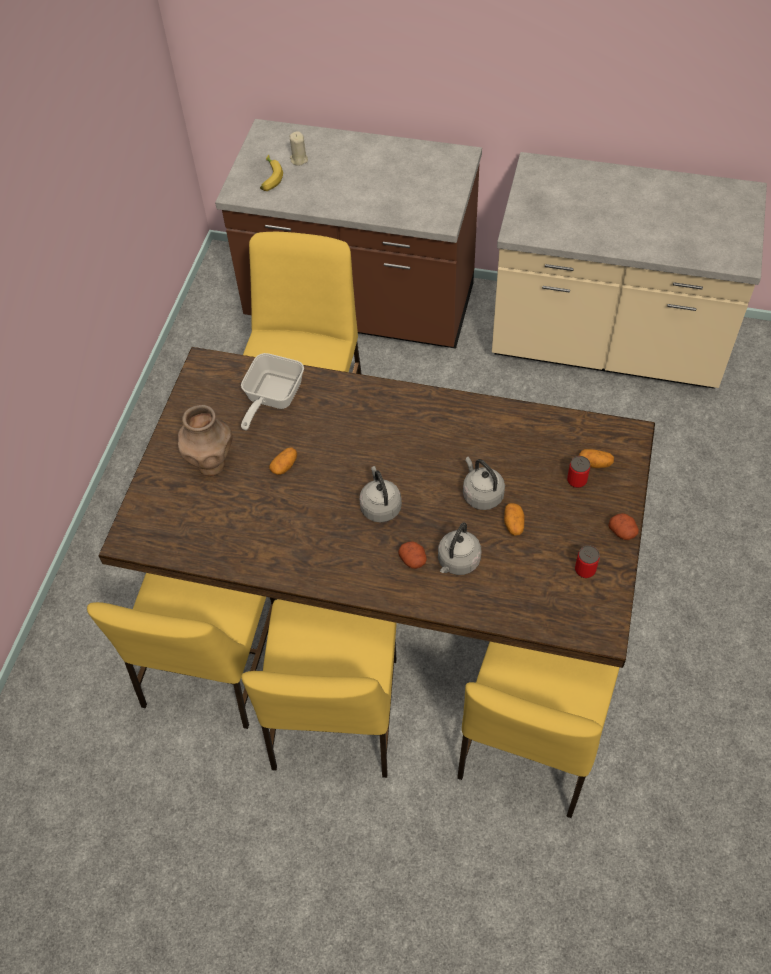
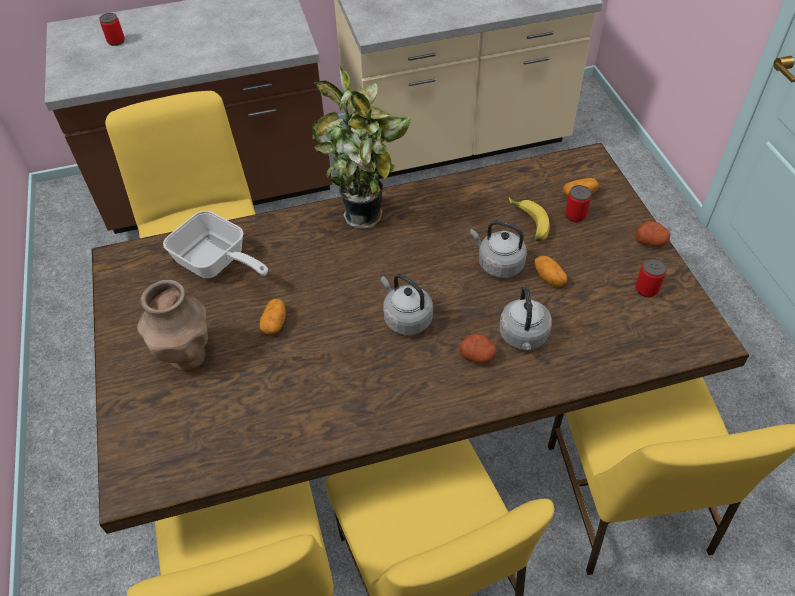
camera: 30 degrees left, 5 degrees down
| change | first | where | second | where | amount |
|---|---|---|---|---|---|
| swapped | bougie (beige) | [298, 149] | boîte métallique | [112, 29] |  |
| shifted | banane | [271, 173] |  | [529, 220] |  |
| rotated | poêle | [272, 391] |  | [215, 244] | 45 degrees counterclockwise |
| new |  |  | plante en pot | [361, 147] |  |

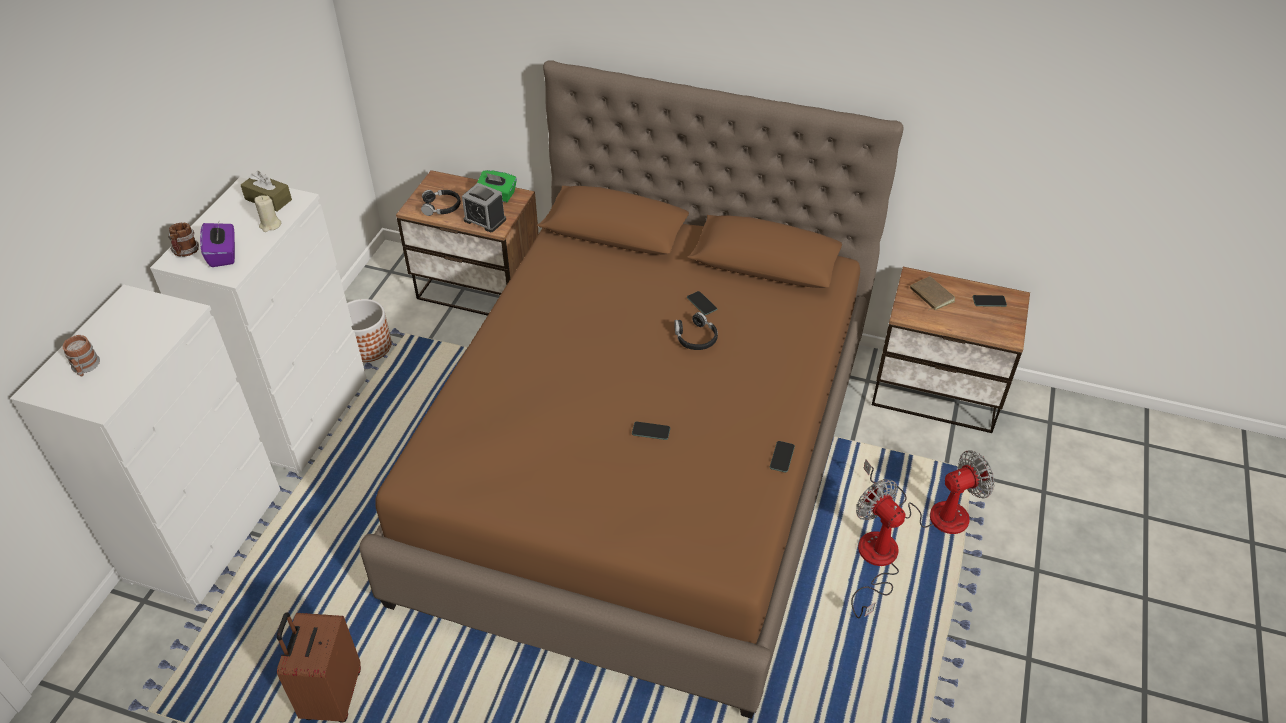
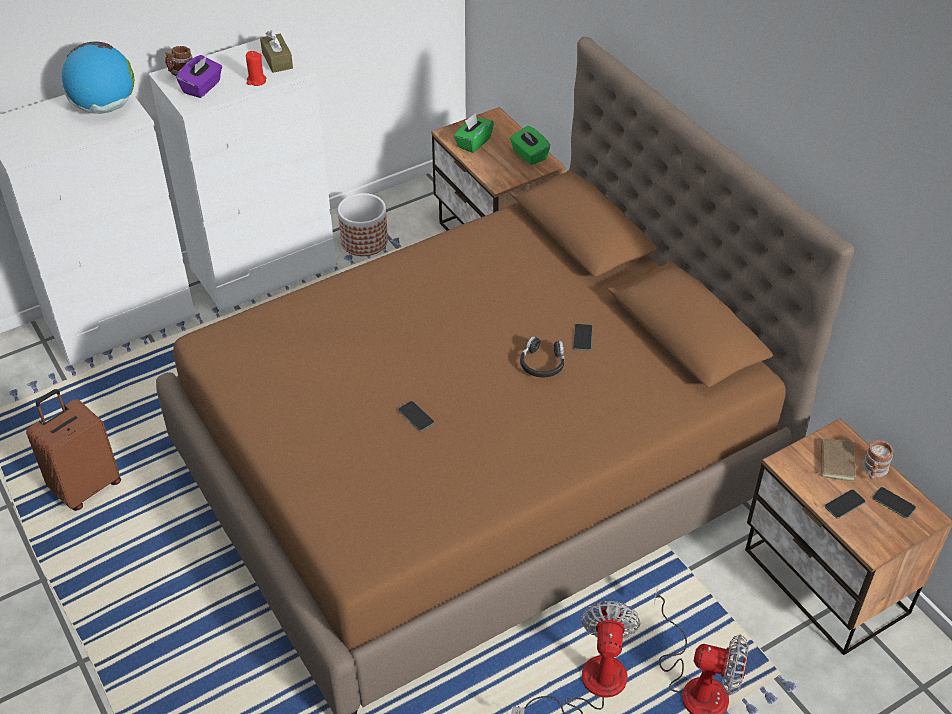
camera: 40 degrees right, 0 degrees up
| change | first | where | second | where | amount |
|---|---|---|---|---|---|
| gone | réveil | [484, 207] |  |  |  |
| swapped | casque audio (noir) | [441, 203] | boîte à mouchoirs (vert) | [474, 133] |  |
| repainted | bougie (beige) | [267, 213] | bougie (rouge) | [256, 68] |  |
| shifted | mug | [81, 355] |  | [877, 459] |  |
| shifted | téléphone | [782, 457] |  | [845, 504] |  |
| new |  |  | globe | [98, 78] |  |

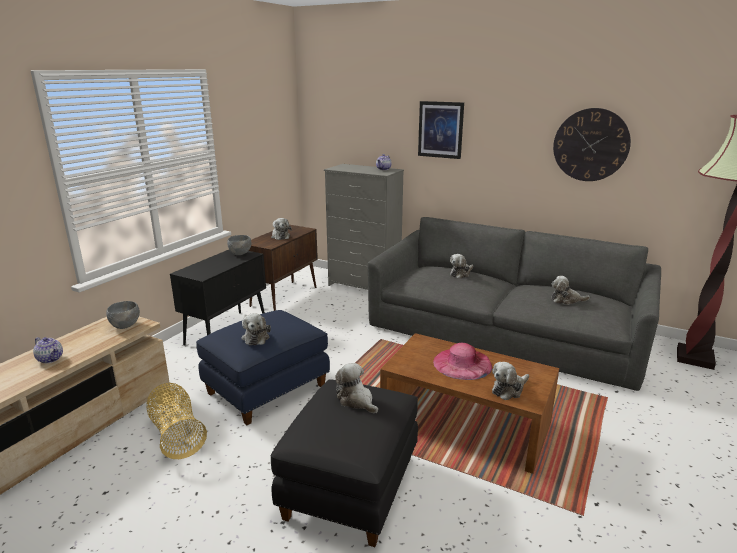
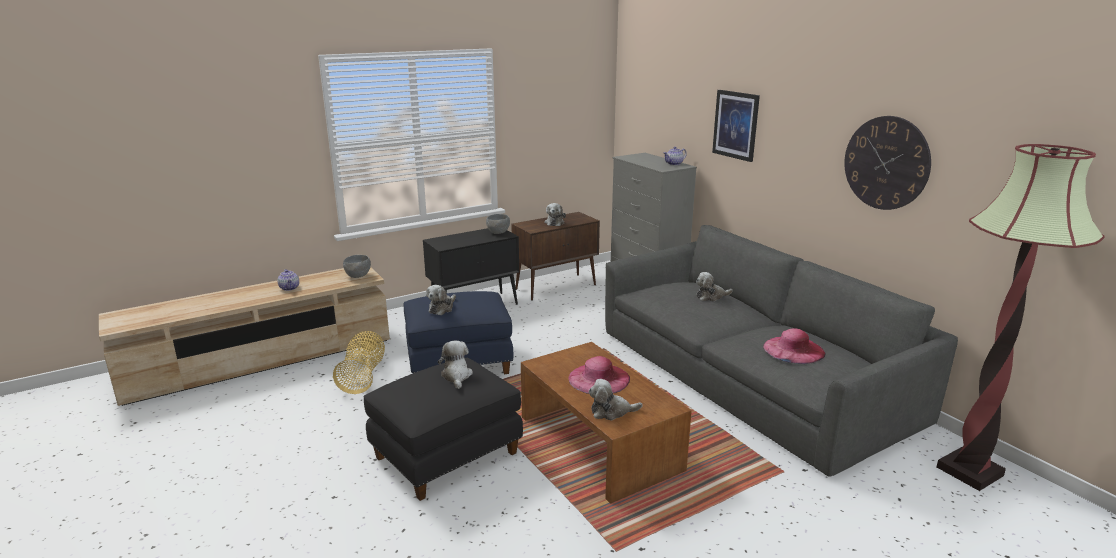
camera: 30 degrees right, 0 degrees up
| change | first | where | second | where | amount |
|---|---|---|---|---|---|
| swapped | peluche | [570, 290] | chapeau (rose) | [794, 346] |  |

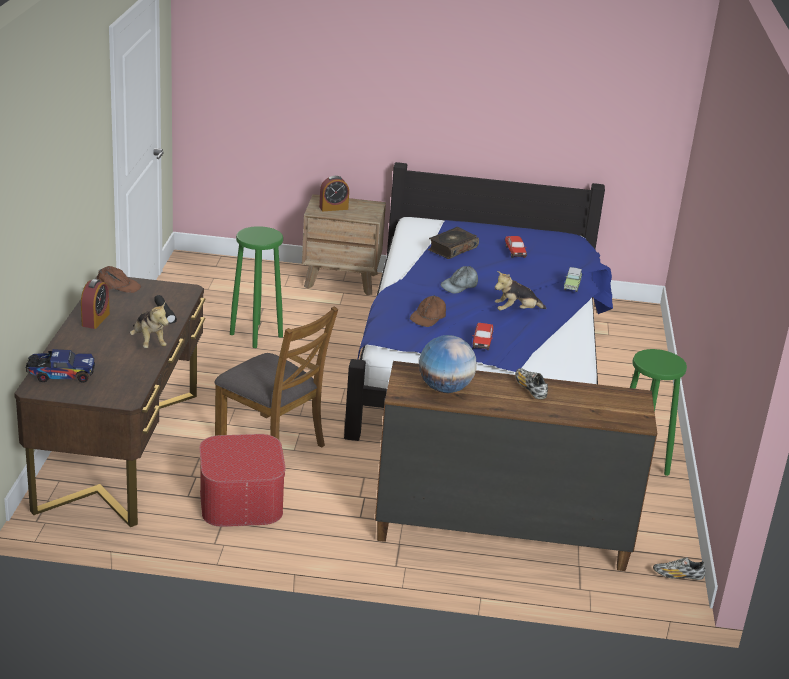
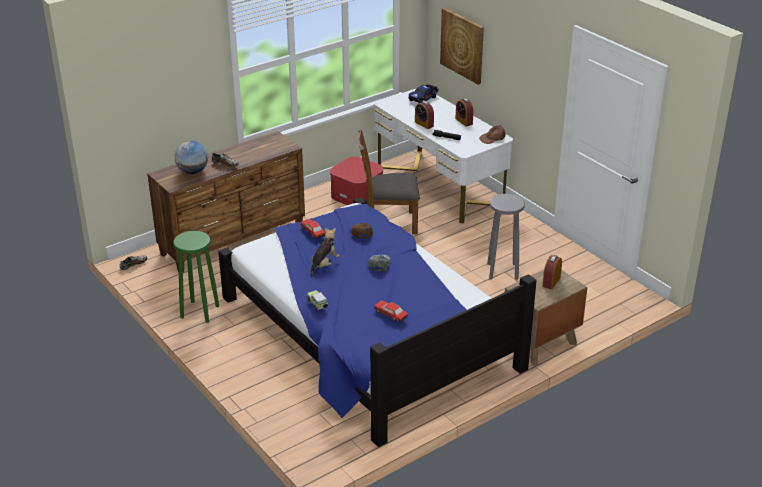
camera: 140 degrees right, 5 degrees up
| change | first | where | second | where | amount |
|---|---|---|---|---|---|
| repainted | tabouret (vert) | [256, 287] | tabouret (gris) | [506, 237] |  |
| gone | livre | [453, 243] |  |  |  |
| repainted | bureau (marron) | [110, 402] | bureau (blanc) | [443, 155] |  |
| swapped | peluche | [149, 325] | réveil | [424, 115] |  |
| shifted | globe | [448, 364] |  | [191, 157] |  |
| new |  |  | tableau | [462, 46] |  |

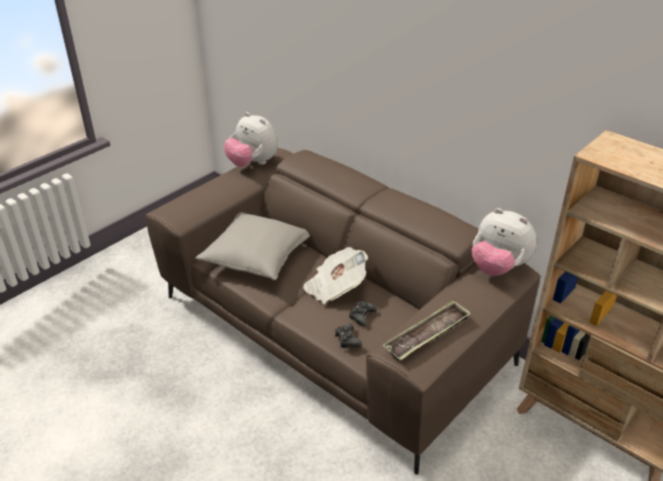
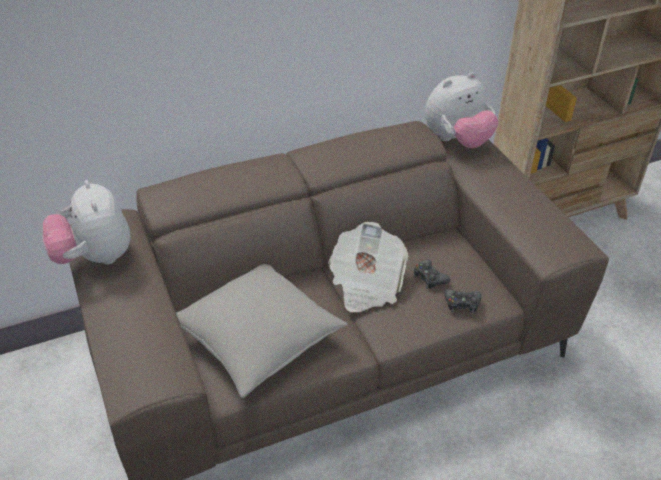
camera: 65 degrees left, 5 degrees up
| change | first | where | second | where | amount |
|---|---|---|---|---|---|
| rotated | peluche | [251, 139] |  | [86, 222] | 90 degrees clockwise |
| gone | plateau | [427, 330] |  |  |  |

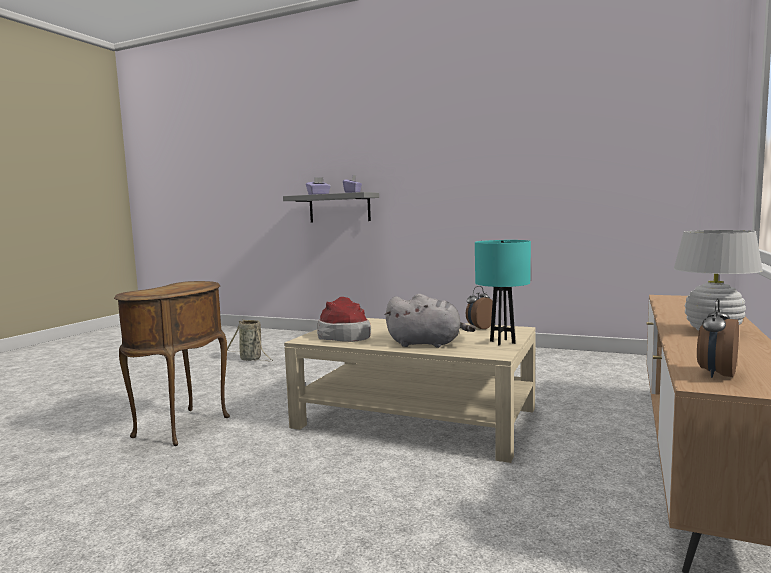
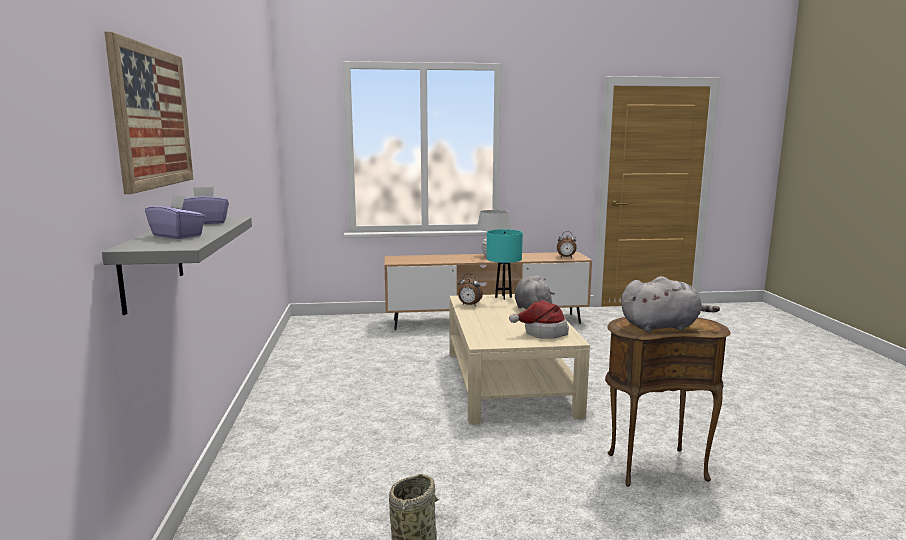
camera: 120 degrees left, 5 degrees up
| change | first | where | second | where | amount |
|---|---|---|---|---|---|
| new |  |  | tableau | [148, 113] |  |
| new |  |  | peluche (gris) | [670, 304] |  |

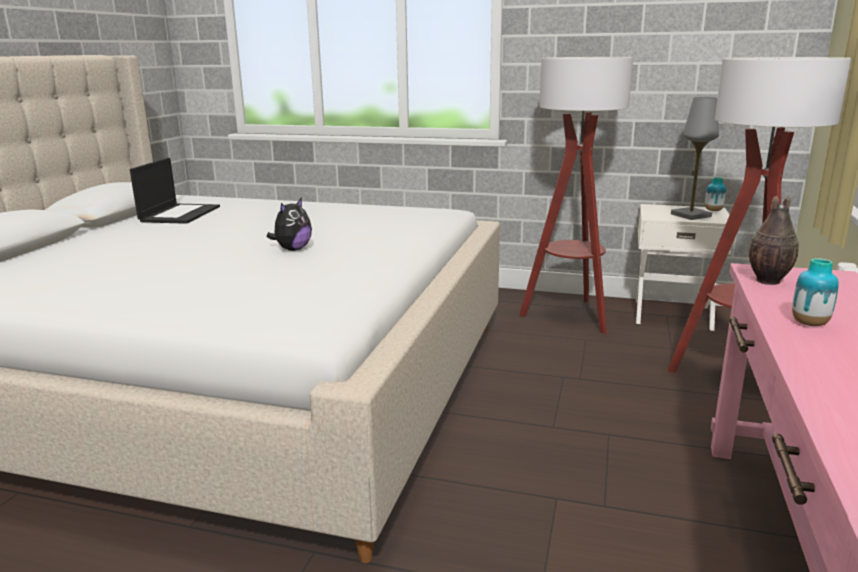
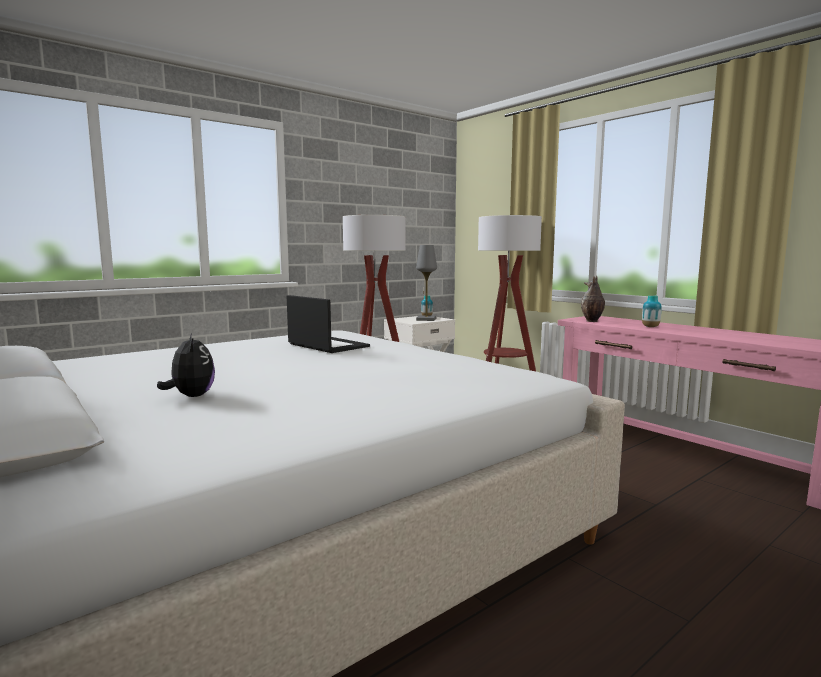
camera: 55 degrees left, 10 degrees down
| change | first | where | second | where | amount |
|---|---|---|---|---|---|
| shifted | ordinateur portable | [175, 191] |  | [328, 324] |  |
| shifted | peluche | [289, 224] |  | [186, 365] |  |

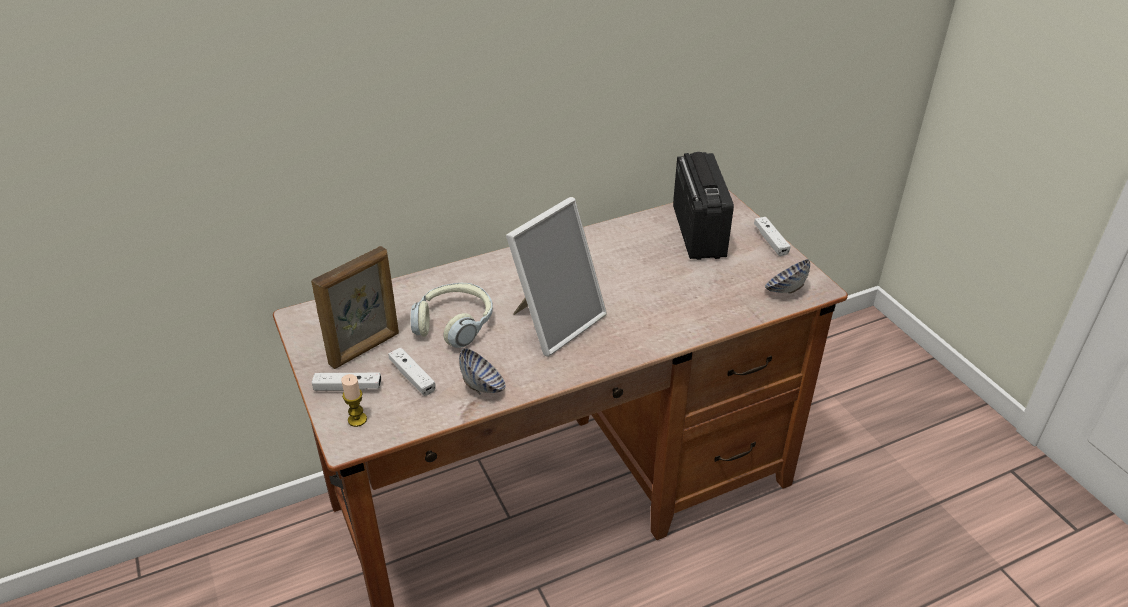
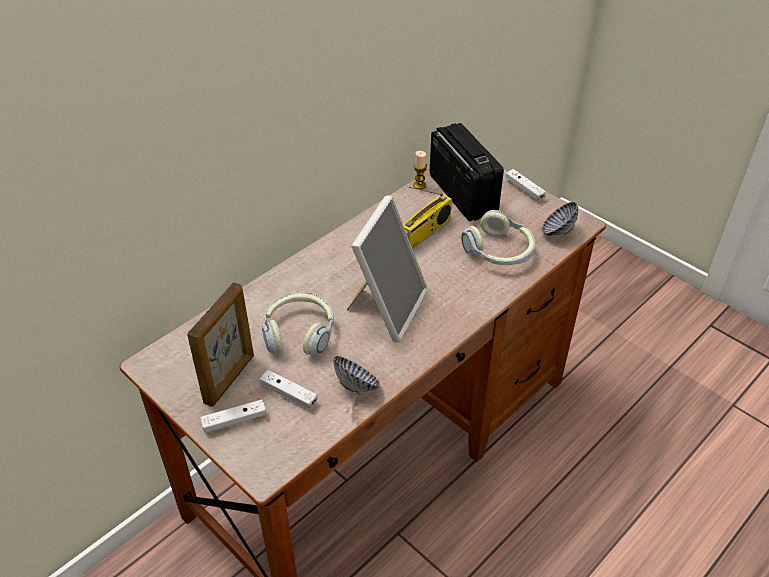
camera: 20 degrees left, 5 degrees up
| change | first | where | second | where | amount |
|---|---|---|---|---|---|
| shifted | bougie | [354, 400] |  | [420, 170] |  |
| new |  |  | radio | [427, 218] |  |
| new |  |  | casque audio | [498, 237] |  |

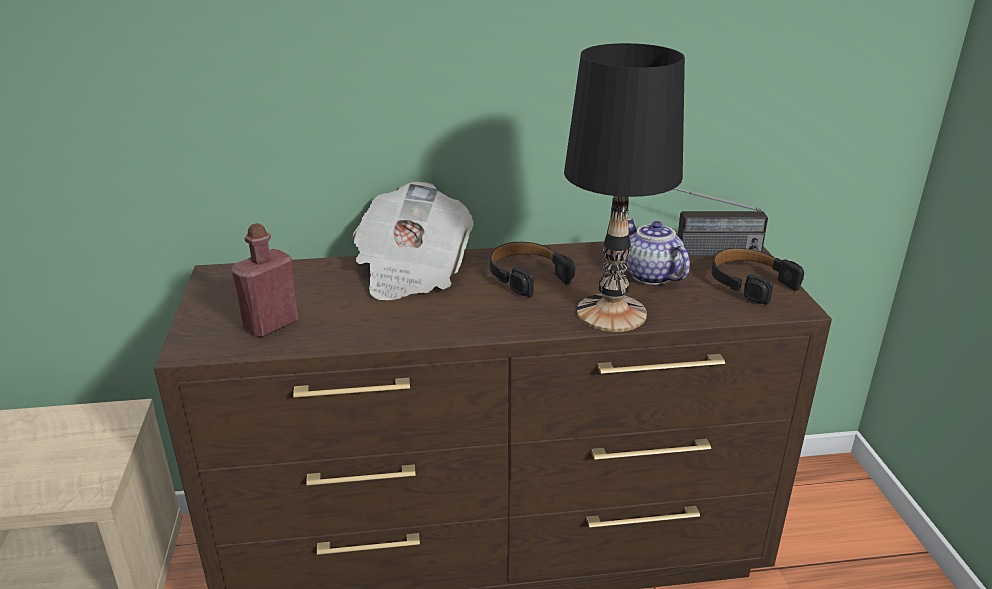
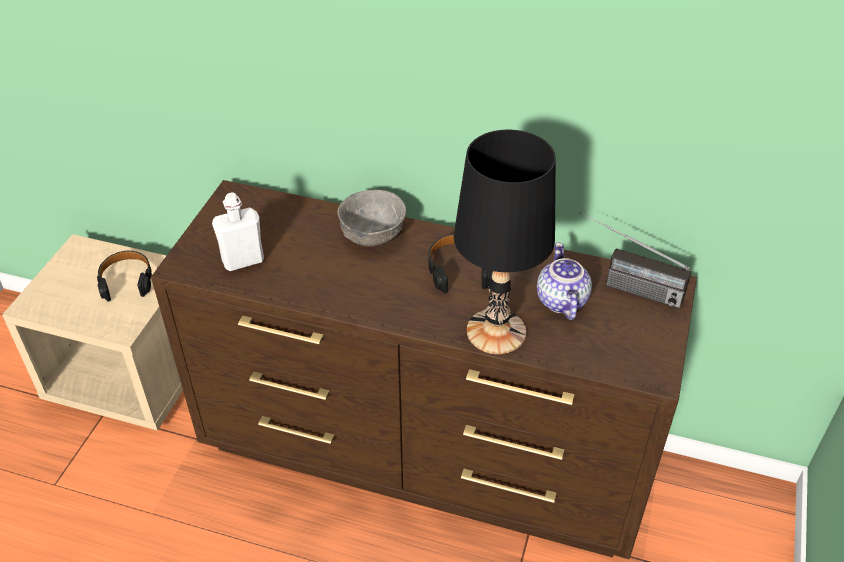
camera: 25 degrees right, 15 degrees up
| change | first | where | second | where | amount |
|---|---|---|---|---|---|
| swapped | journal | [413, 241] | bol (gris) | [371, 218] |  |
| repainted | bouteille (rouge) | [264, 280] | bouteille (blanc) | [238, 231] |  |
| shifted | casque audio (noir) | [757, 276] |  | [124, 276] |  |

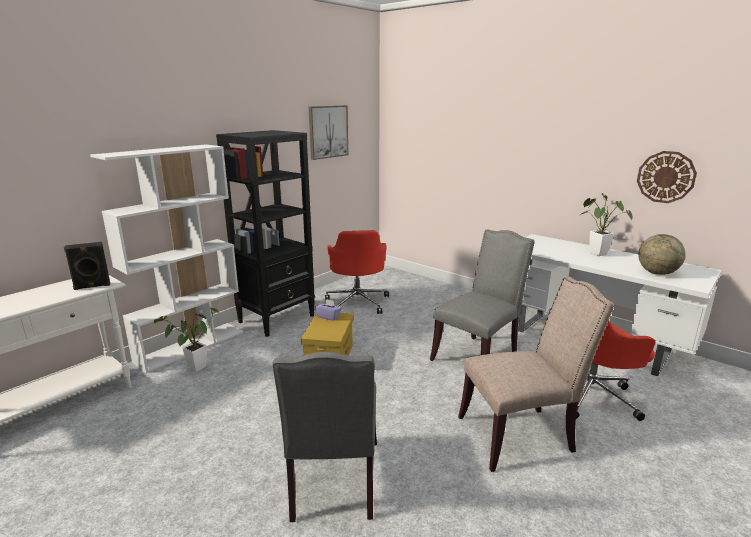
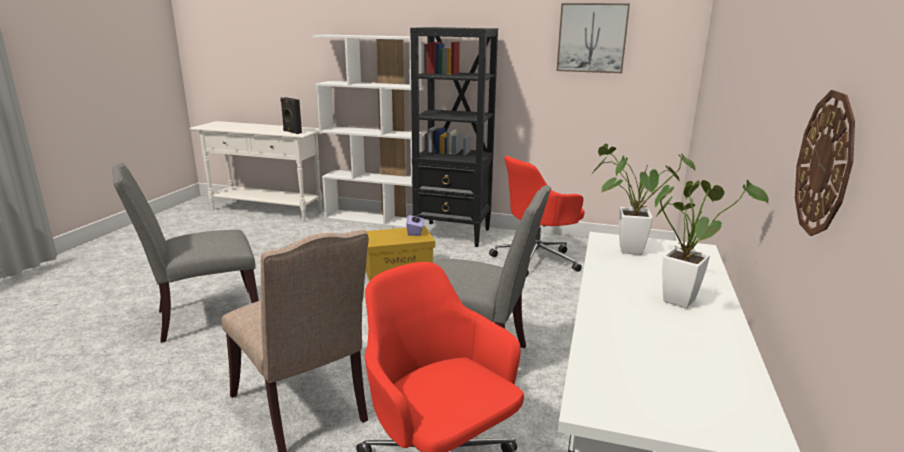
camera: 65 degrees right, 0 degrees up
| change | first | where | second | where | amount |
|---|---|---|---|---|---|
| gone | globe | [662, 254] |  |  |  |
| shifted | plante en pot | [186, 339] |  | [644, 199] |  |

